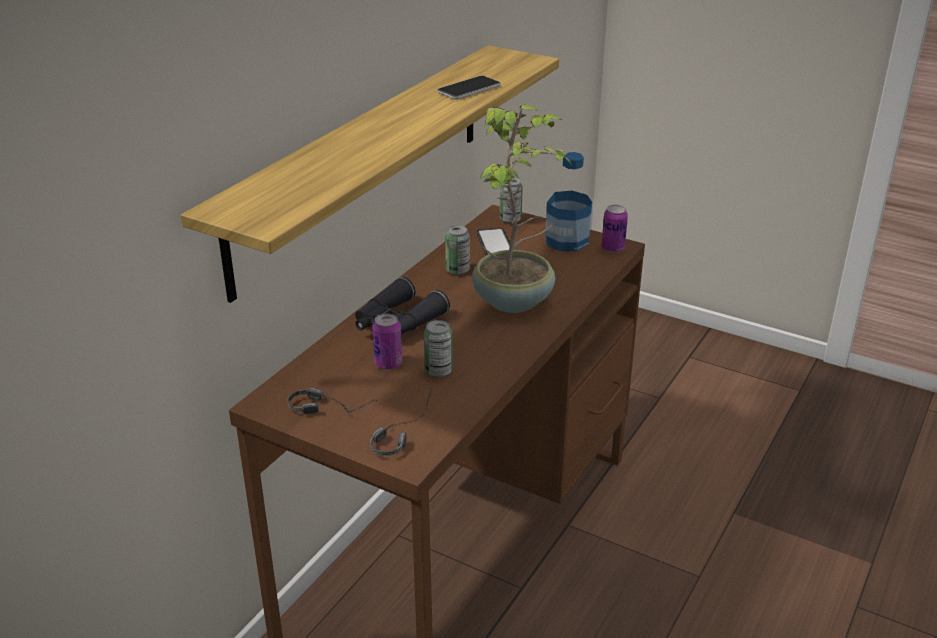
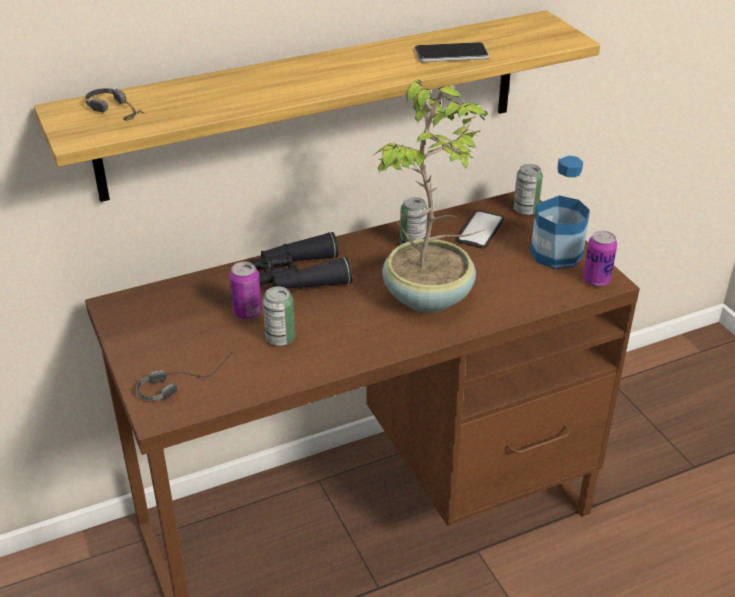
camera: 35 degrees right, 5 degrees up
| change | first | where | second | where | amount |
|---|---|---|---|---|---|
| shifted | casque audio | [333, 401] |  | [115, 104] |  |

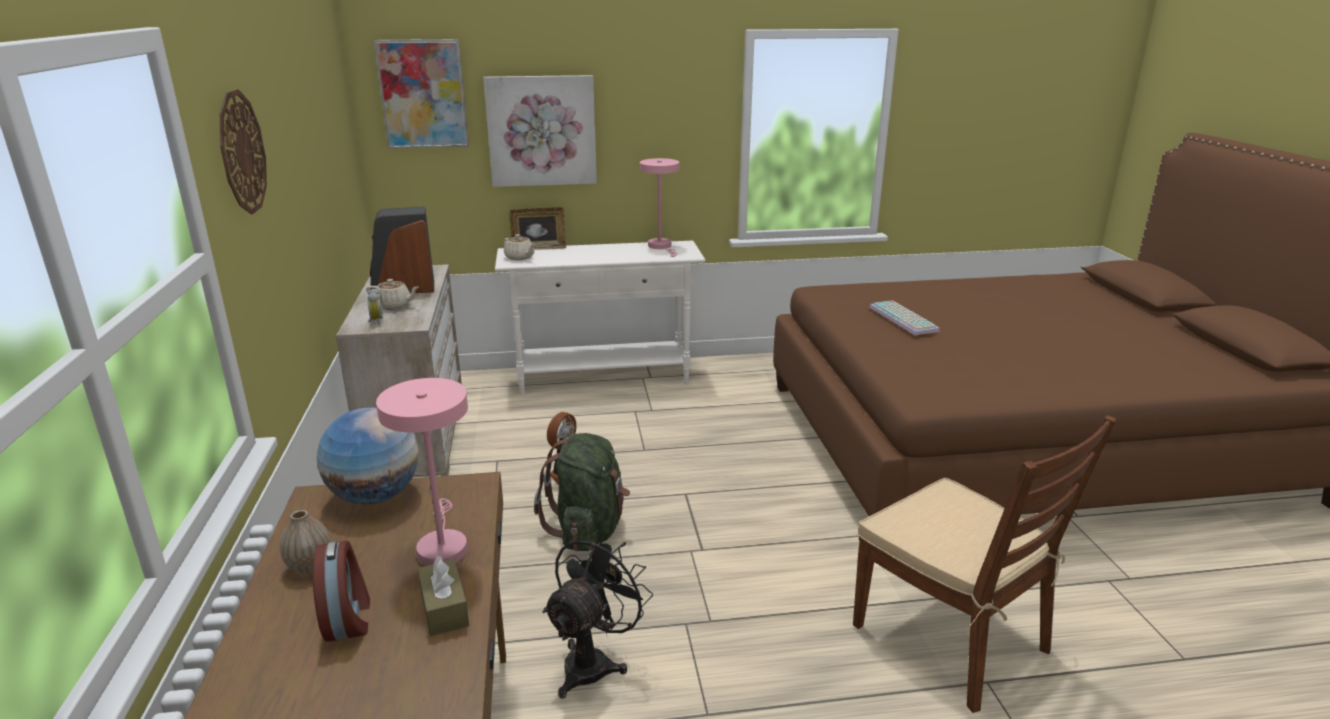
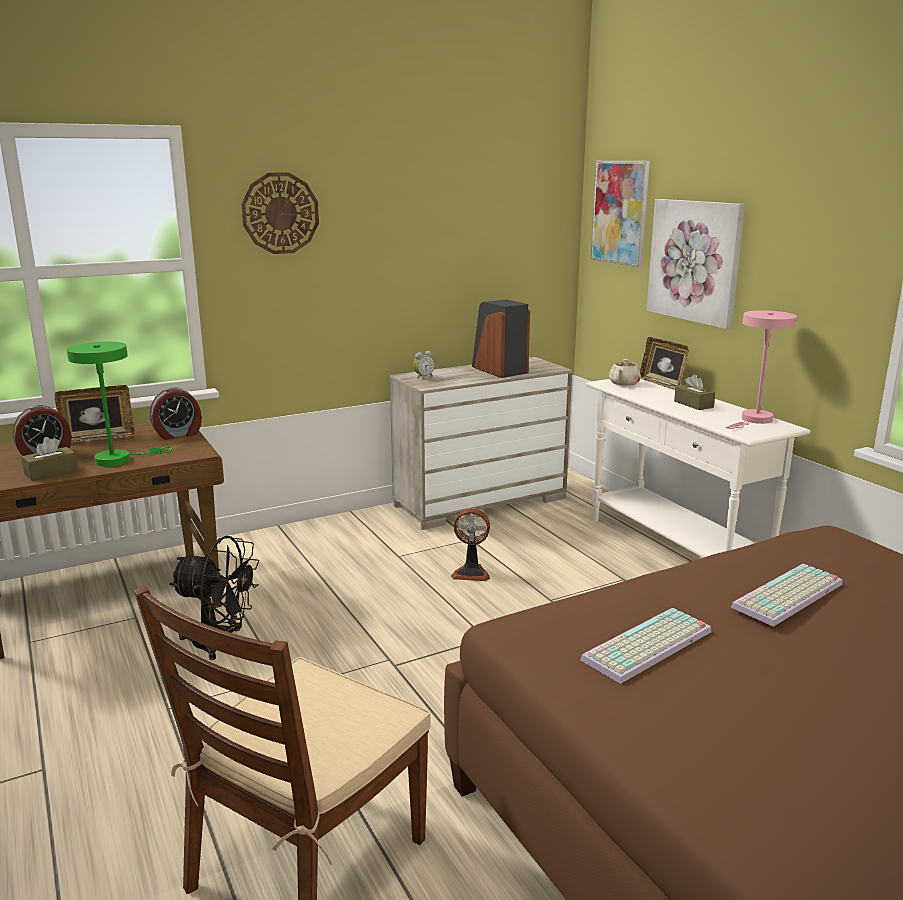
camera: 70 degrees right, 5 degrees down
| change | first | where | second | where | amount |
|---|---|---|---|---|---|
| gone | théière (beige) | [392, 294] |  |  |  |
| repainted | lampe de table (rose) | [422, 472] | lampe de table (vert) | [120, 404] |  |
| swapped | globe | [368, 456] | réveil | [176, 413] |  |
| gone | sac à dos (vert) | [582, 492] |  |  |  |
| swapped | vase | [305, 542] | cadre photo | [95, 414] |  |
| new |  |  | boîte à mouchoirs (marron) | [694, 392] |  |
| new |  |  | clavier | [646, 646] |  |

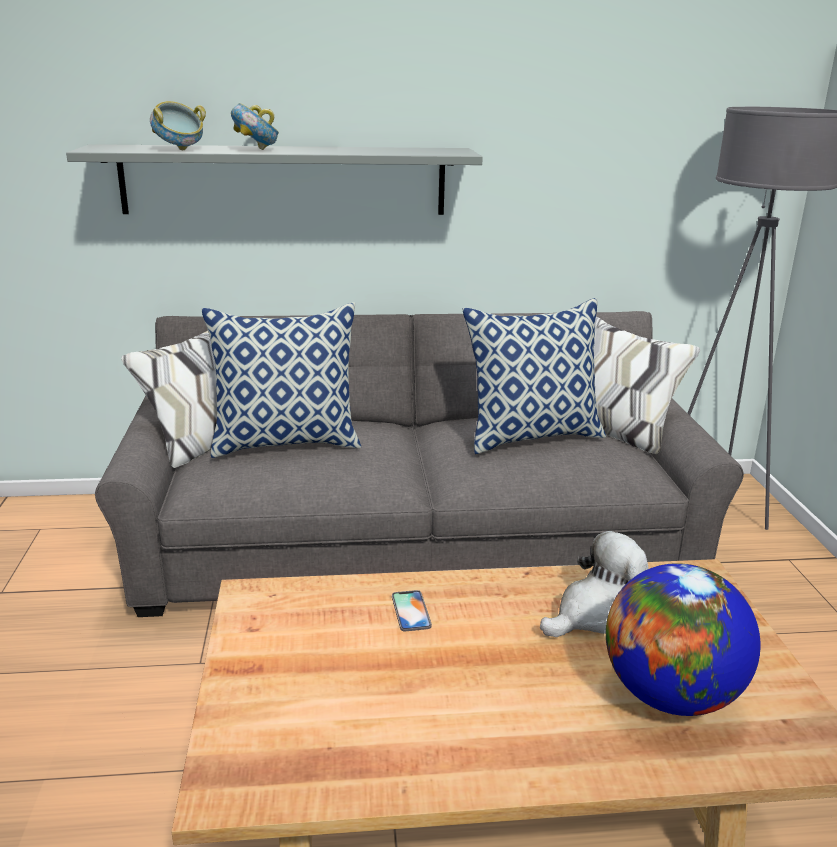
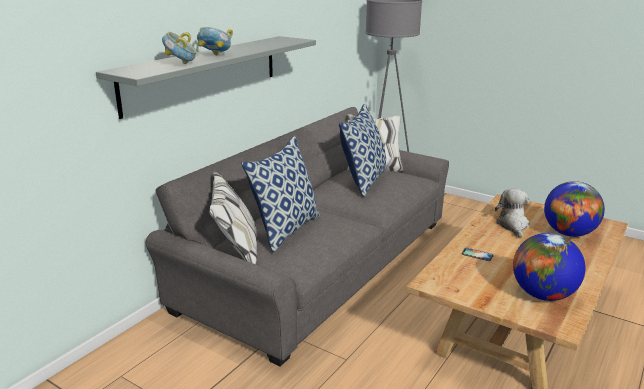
camera: 50 degrees left, 0 degrees up
| change | first | where | second | where | amount |
|---|---|---|---|---|---|
| new |  |  | globe | [549, 267] |  |

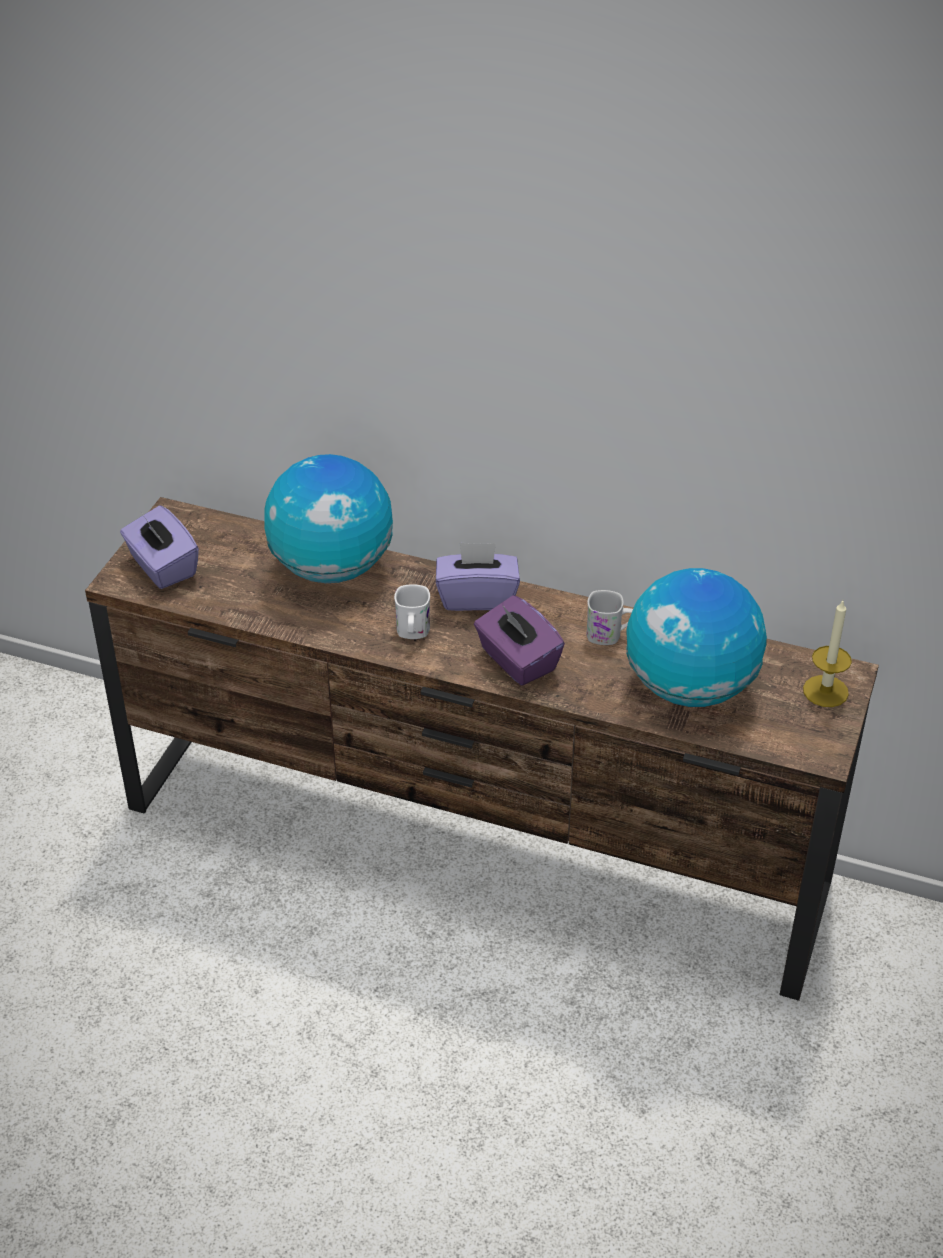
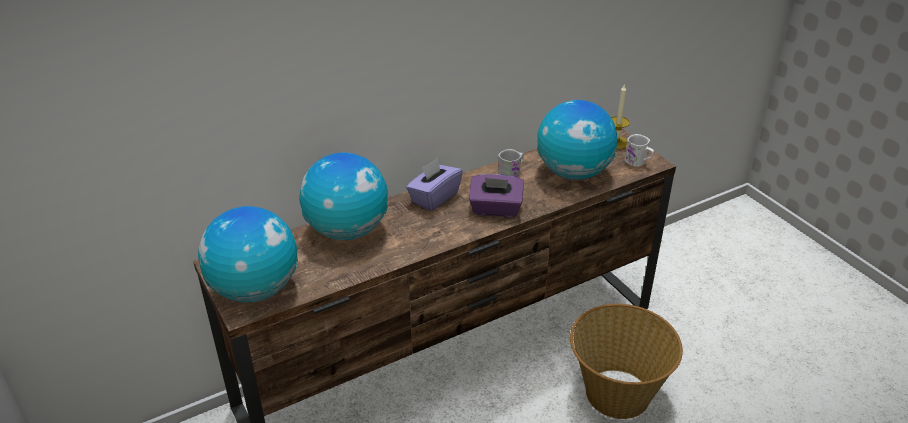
camera: 50 degrees left, 5 degrees down
| change | first | where | second | where | amount |
|---|---|---|---|---|---|
| swapped | boîte à mouchoirs (violet) | [159, 547] | globe | [248, 254] |  |
| shifted | mug (blanc) | [412, 611] |  | [639, 150] |  |
| new |  |  | panier | [626, 361] |  |

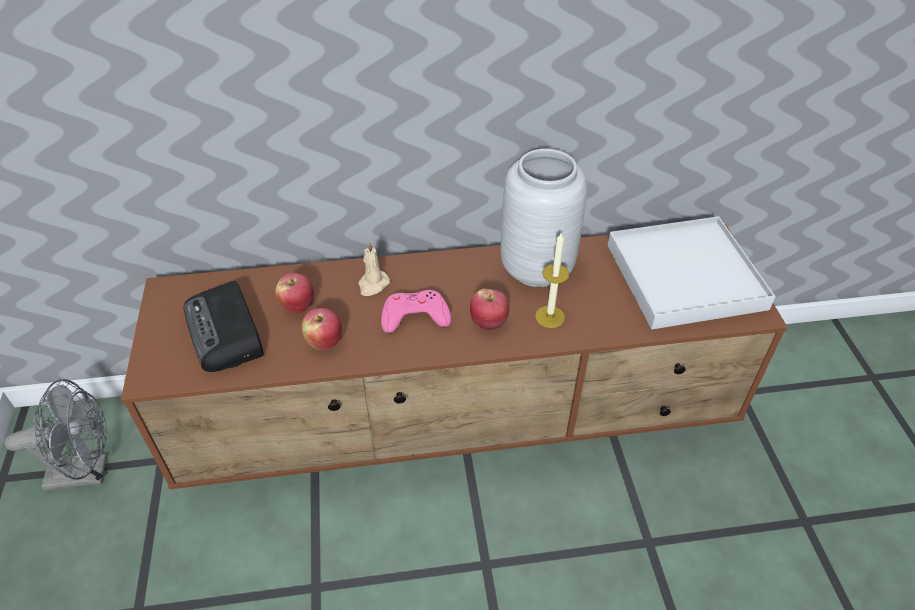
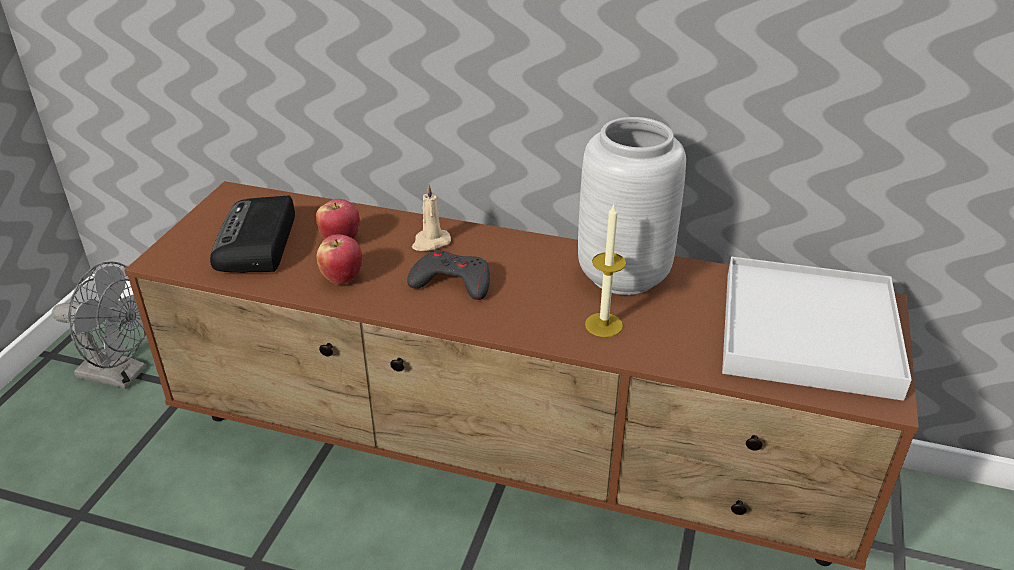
camera: 25 degrees right, 10 degrees down
| change | first | where | second | where | amount |
|---|---|---|---|---|---|
| gone | pomme | [489, 309] |  |  |  |
| repainted | manette (rose) | [416, 311] | manette (gris) | [448, 275] |  |

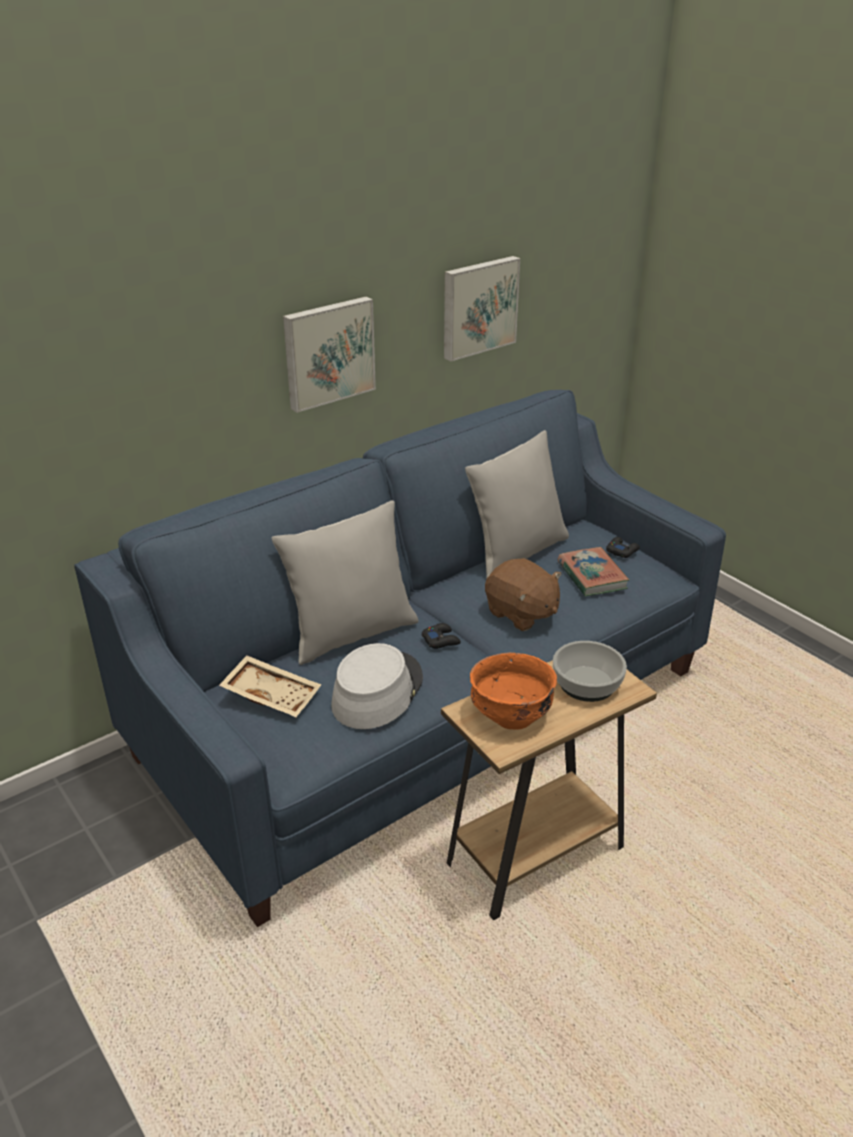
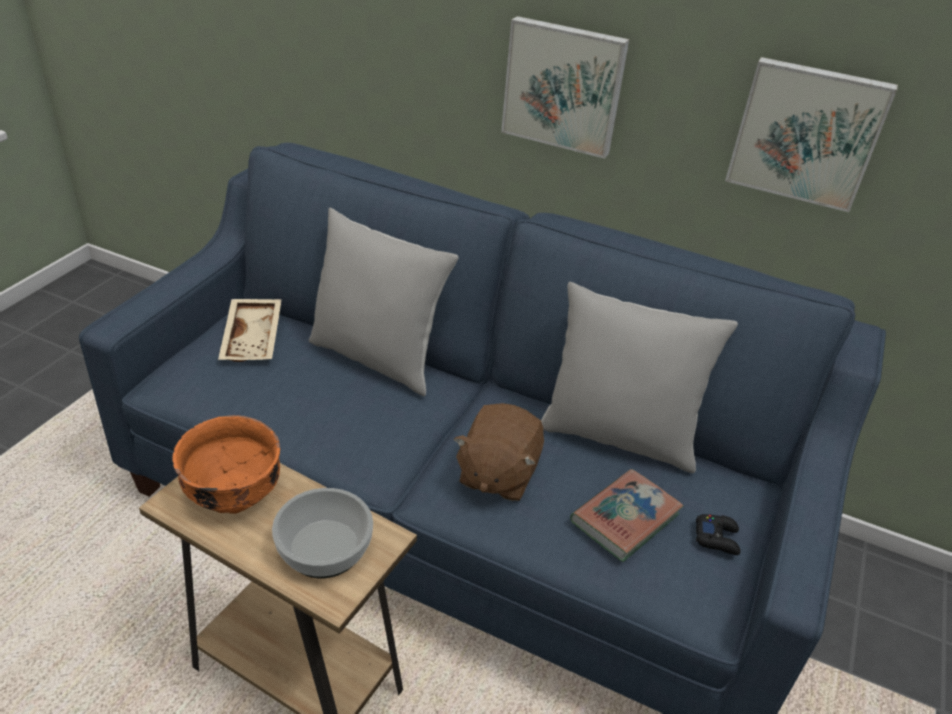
camera: 60 degrees right, 5 degrees up
| change | first | where | second | where | amount |
|---|---|---|---|---|---|
| gone | manette (noir) | [441, 636] |  |  |  |
| gone | chapeau (gris) | [377, 686] |  |  |  |

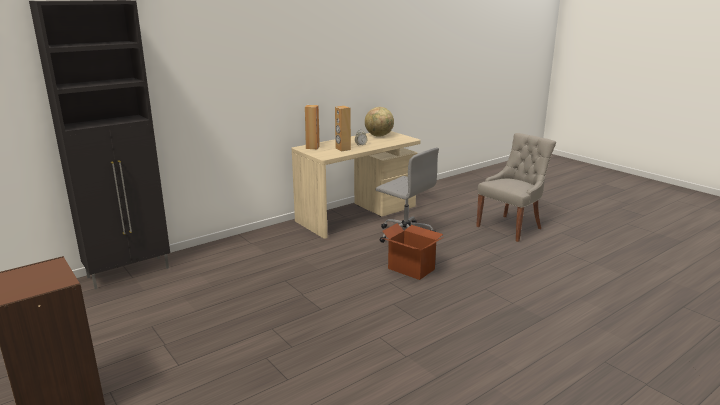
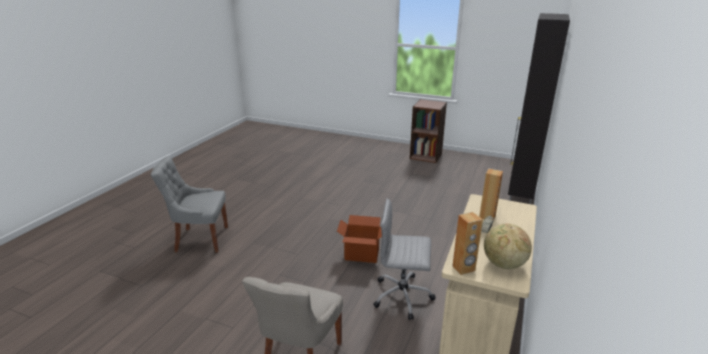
camera: 150 degrees right, 5 degrees up
| change | first | where | second | where | amount |
|---|---|---|---|---|---|
| shifted | enceinte (marron) | [312, 127] |  | [468, 243] |  |
| new |  |  | chaise (gris) | [189, 204] |  |

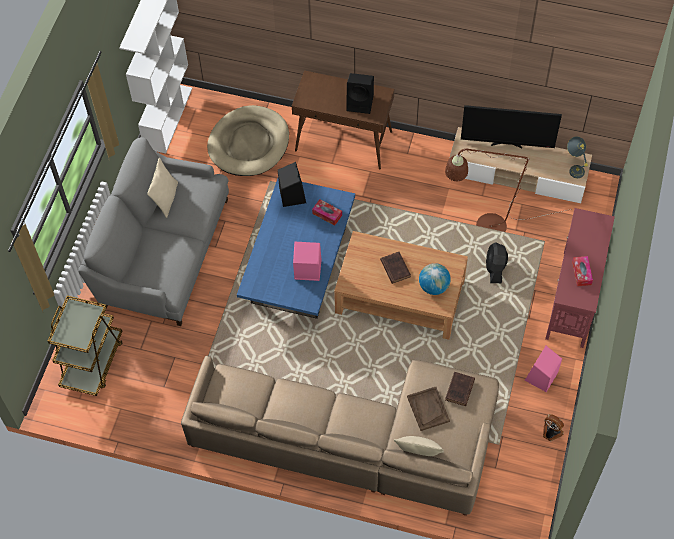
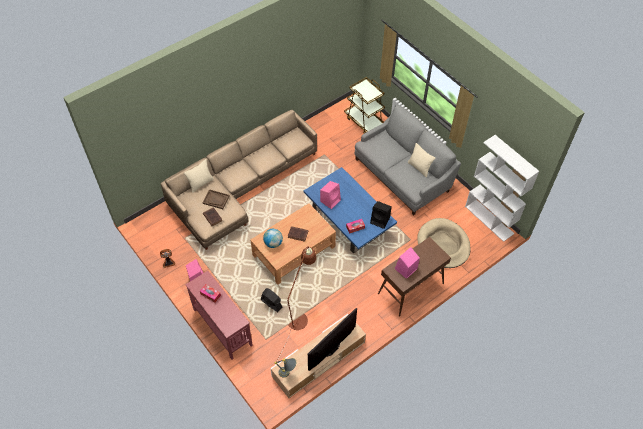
camera: 125 degrees right, 5 degrees down
| change | first | where | second | where | amount |
|---|---|---|---|---|---|
| repainted | enceinte (noir) | [360, 93] | enceinte (rose) | [407, 263] |  |

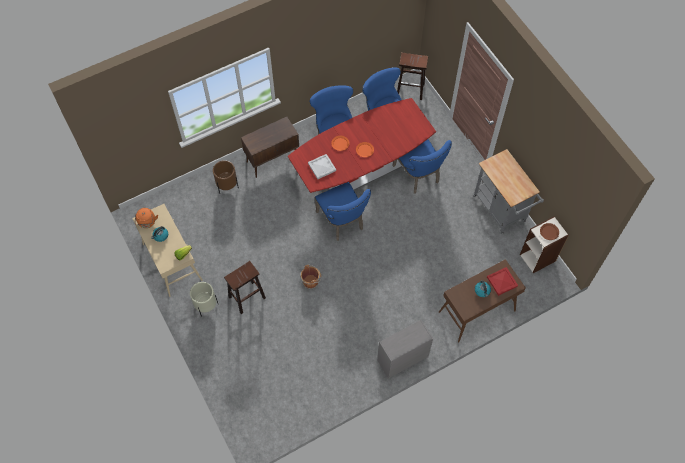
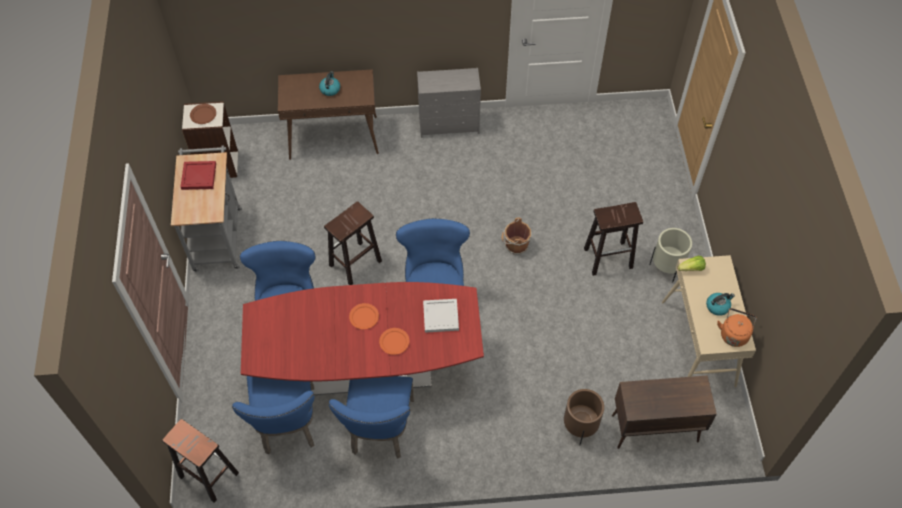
camera: 155 degrees left, 5 degrees down
| change | first | where | second | where | amount |
|---|---|---|---|---|---|
| shifted | meuble de rangement (marron) | [270, 147] |  | [664, 412] |  |
| shifted | plateau (rouge) | [502, 281] |  | [198, 175] |  |
| new |  |  | tabouret (marron) | [353, 243] |  |

